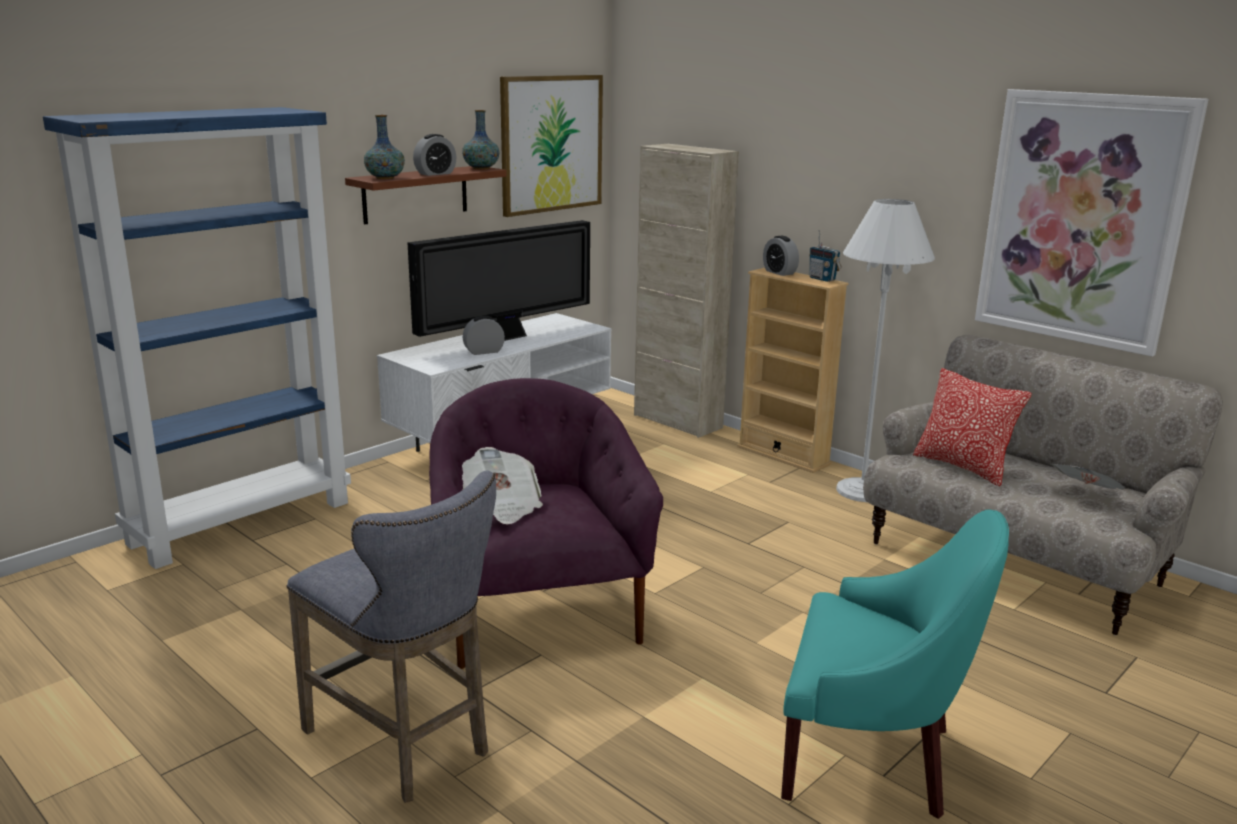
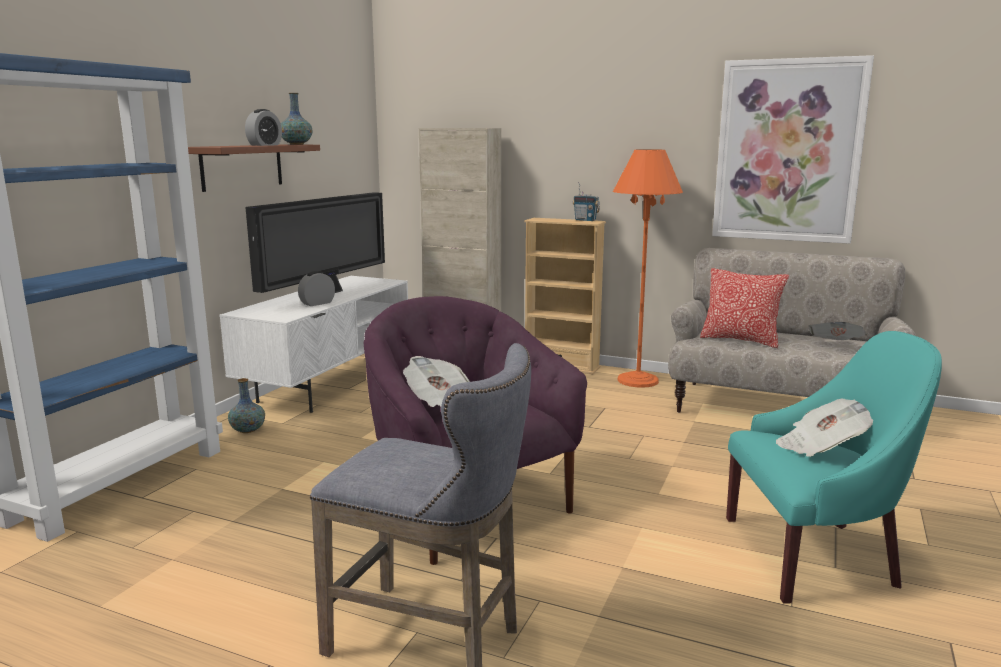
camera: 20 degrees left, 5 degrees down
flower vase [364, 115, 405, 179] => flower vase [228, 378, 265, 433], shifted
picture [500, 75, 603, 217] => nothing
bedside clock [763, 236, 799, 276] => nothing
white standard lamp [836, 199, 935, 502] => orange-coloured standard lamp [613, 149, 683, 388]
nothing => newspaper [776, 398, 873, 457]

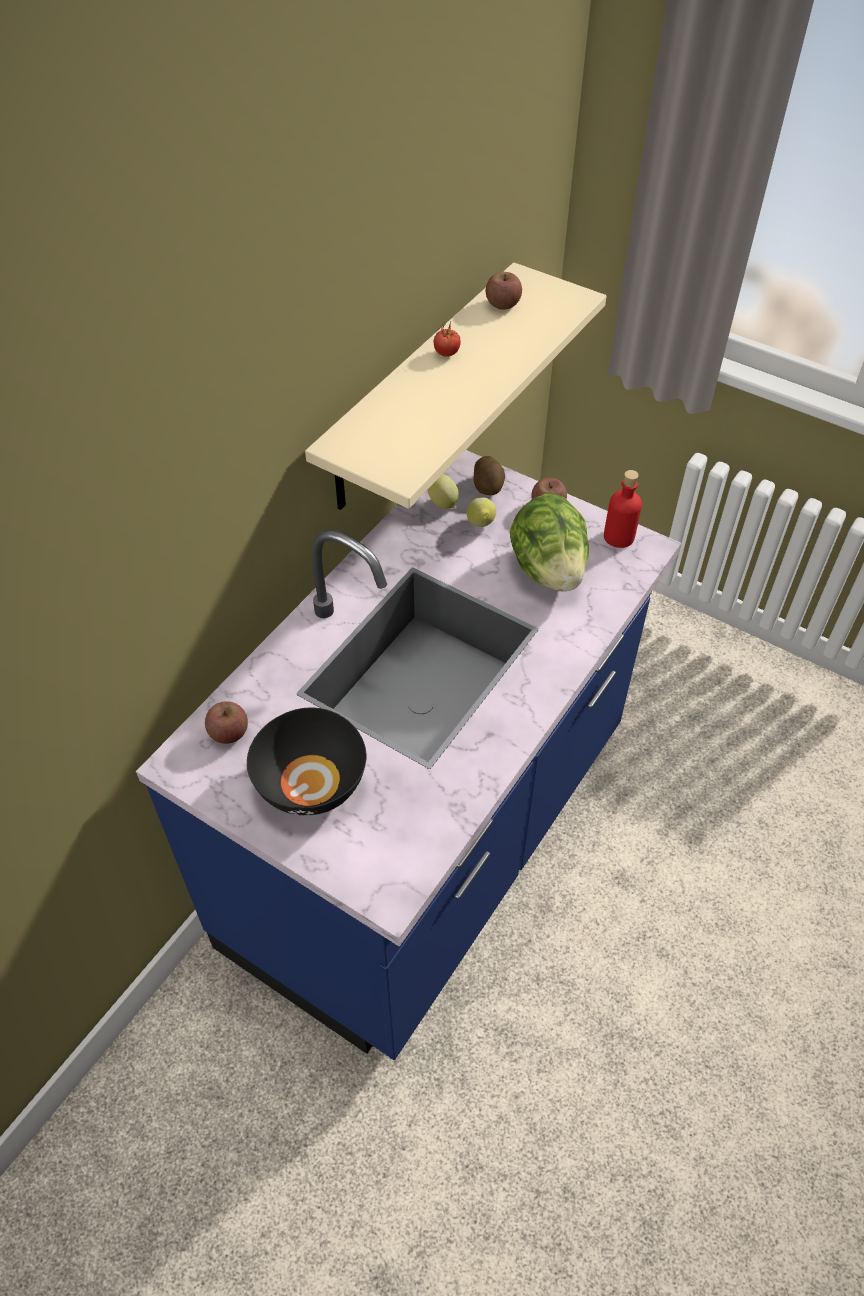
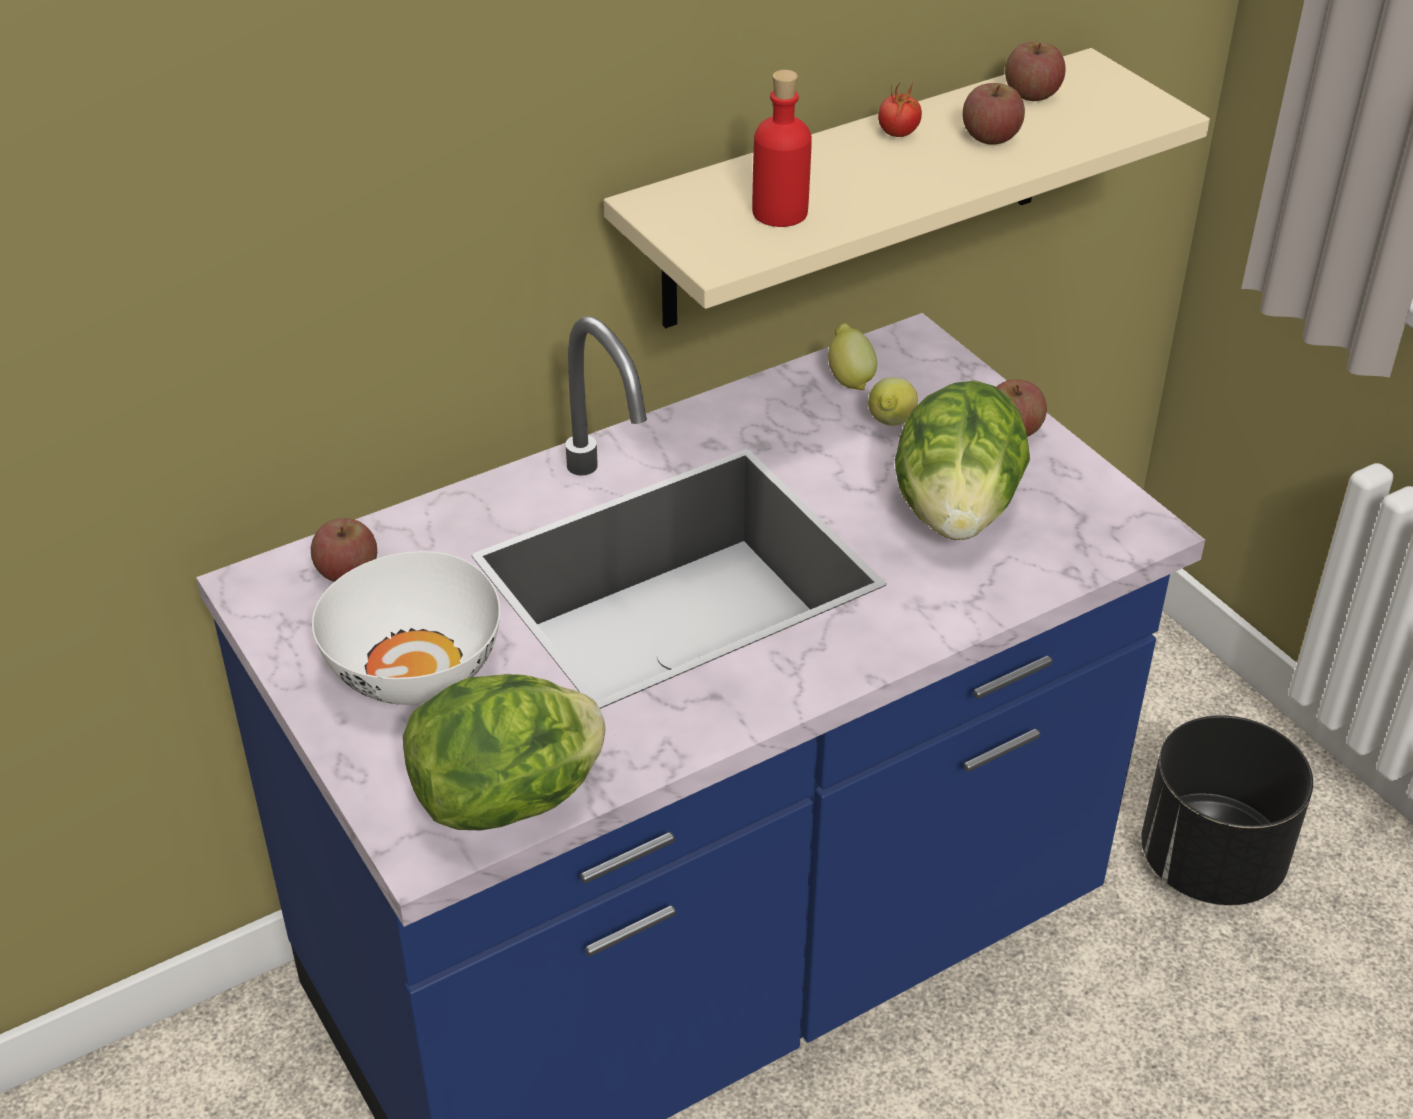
camera: 25 degrees right, 10 degrees down
black deep dish [247, 708, 367, 815] => white deep dish [312, 551, 500, 705]
spud [474, 456, 505, 495] => nothing
red beverage bottle [604, 470, 642, 548] => red beverage bottle [752, 70, 812, 227], shifted
nothing => lettuce head [403, 674, 606, 830]
nothing => whole apple [962, 83, 1025, 145]
nothing => black plant pot [1141, 715, 1313, 905]

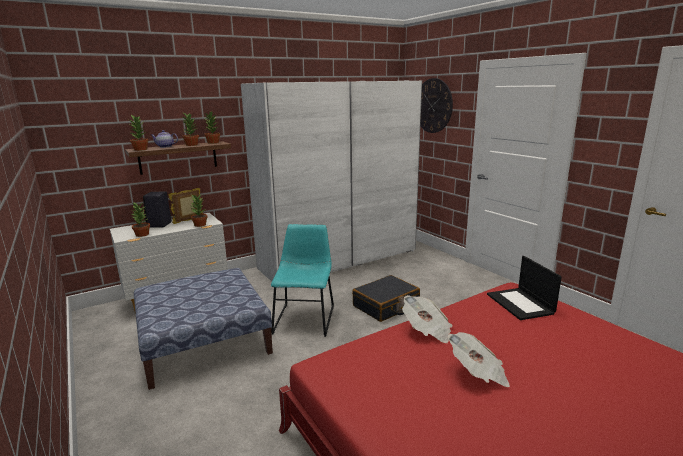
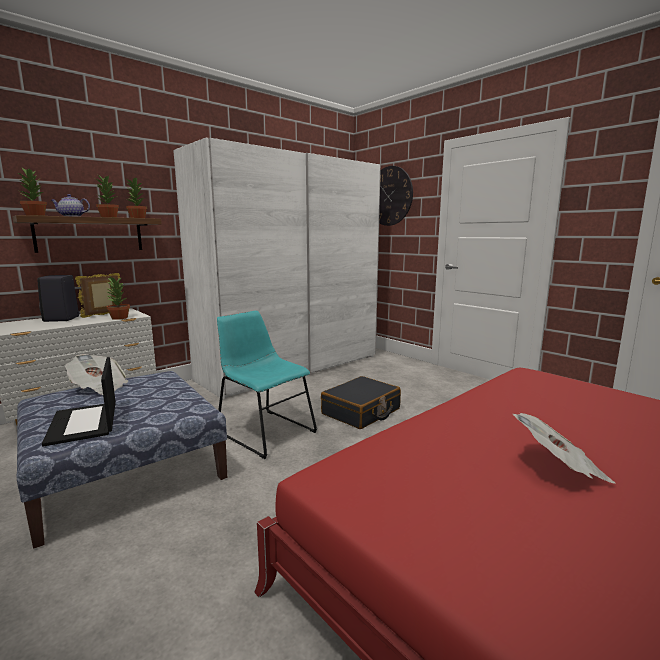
camera: 10 degrees left, 5 degrees down
potted plant [132, 203, 150, 237] => nothing
blue-green chair [271, 224, 334, 337] => blue-green chair [217, 311, 317, 459], 45 degrees counterclockwise
newspaper [402, 295, 452, 343] => newspaper [65, 354, 128, 395], shifted
laptop [487, 256, 562, 320] => laptop [42, 357, 116, 447], shifted

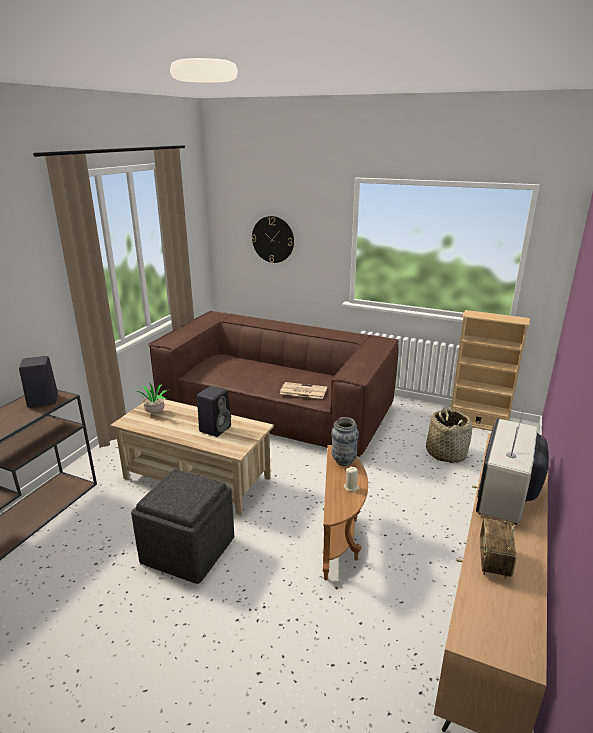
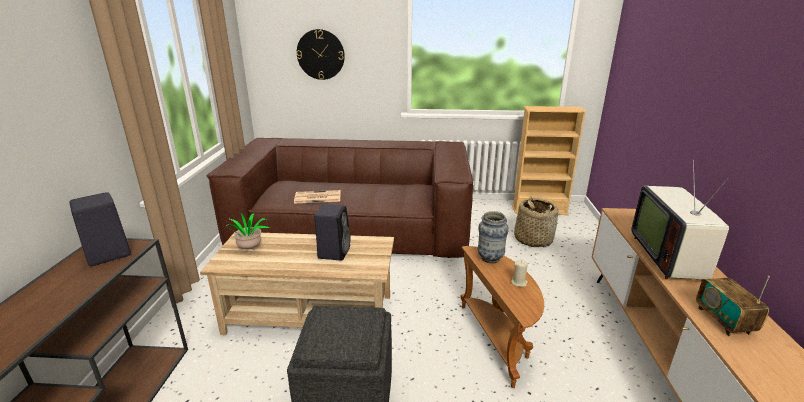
camera: 20 degrees left, 0 degrees up
newspaper [280, 382, 327, 399] => newspaper [294, 190, 341, 204], shifted

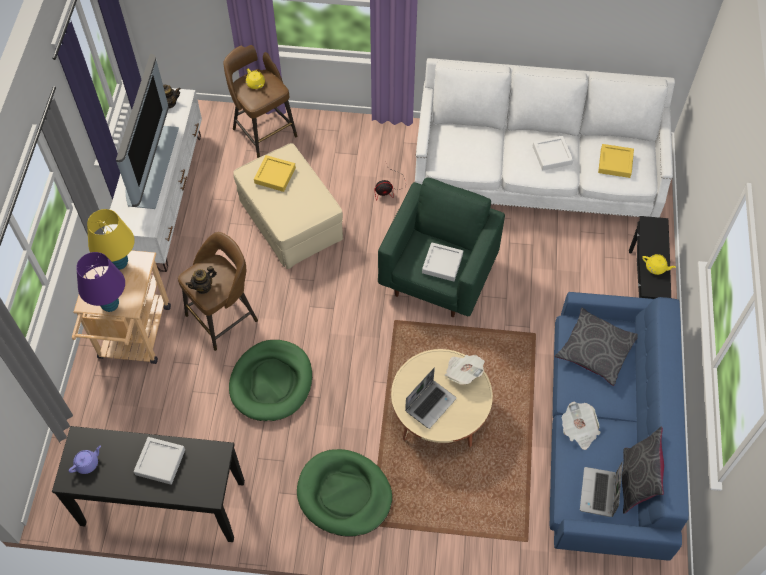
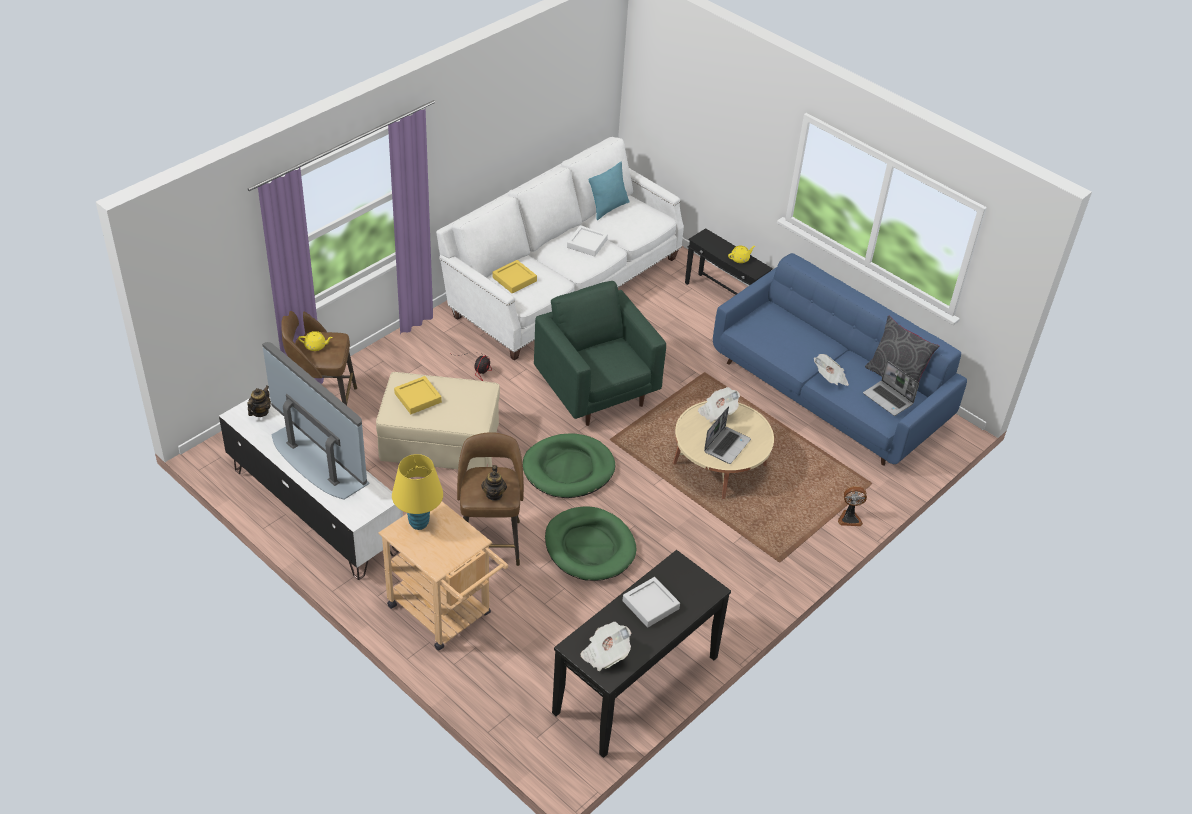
camera: 55 degrees left, 15 degrees down
purple teapot [68, 445, 101, 474] => newspaper [581, 622, 631, 671]
purple lamp for a table [76, 252, 125, 312] => nothing
green dog cushion [297, 449, 392, 537] => green dog cushion [523, 433, 615, 498], shifted
laptop [405, 368, 456, 429] => laptop [704, 406, 751, 464], 45 degrees clockwise
gray serving tray [422, 242, 463, 282] => nothing
gray cushion [555, 308, 638, 386] => nothing
yellow-coloured serving tray [598, 144, 634, 178] => yellow-coloured serving tray [492, 260, 537, 293], shifted
nothing => blue-green cushion [589, 162, 630, 220]
nothing => fan [838, 486, 867, 526]

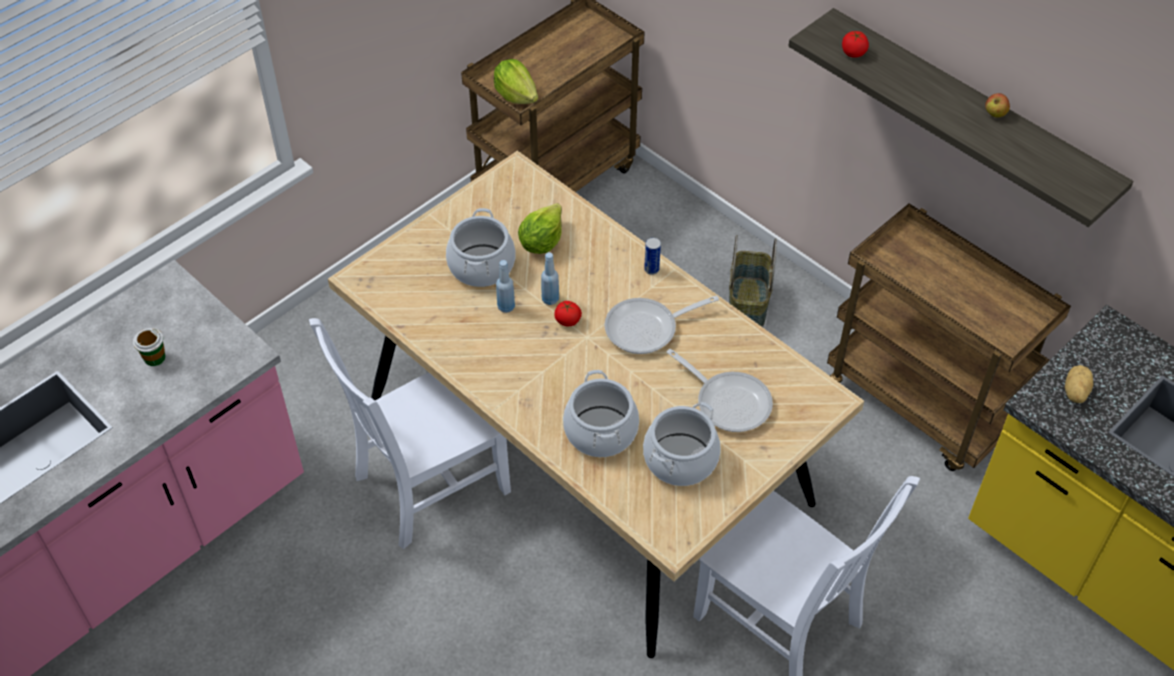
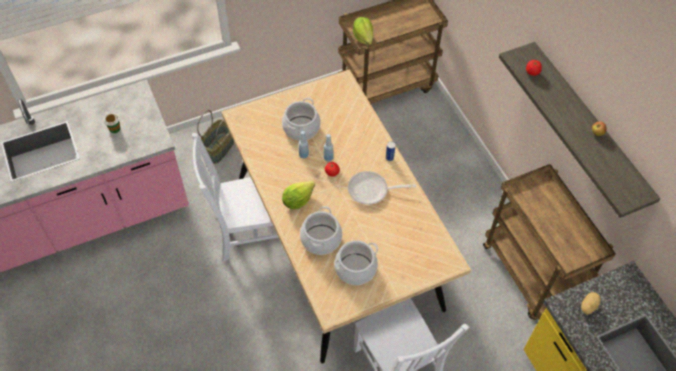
camera: 20 degrees right, 5 degrees up
lettuce head [518, 203, 562, 254] => lettuce head [282, 181, 315, 209], shifted
skillet [666, 349, 773, 432] => nothing
storage basket [729, 235, 777, 327] => storage basket [197, 110, 234, 164], shifted

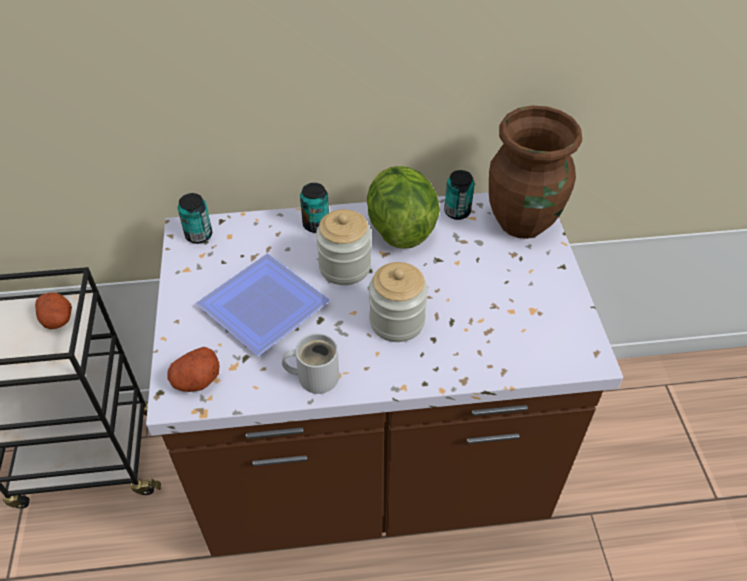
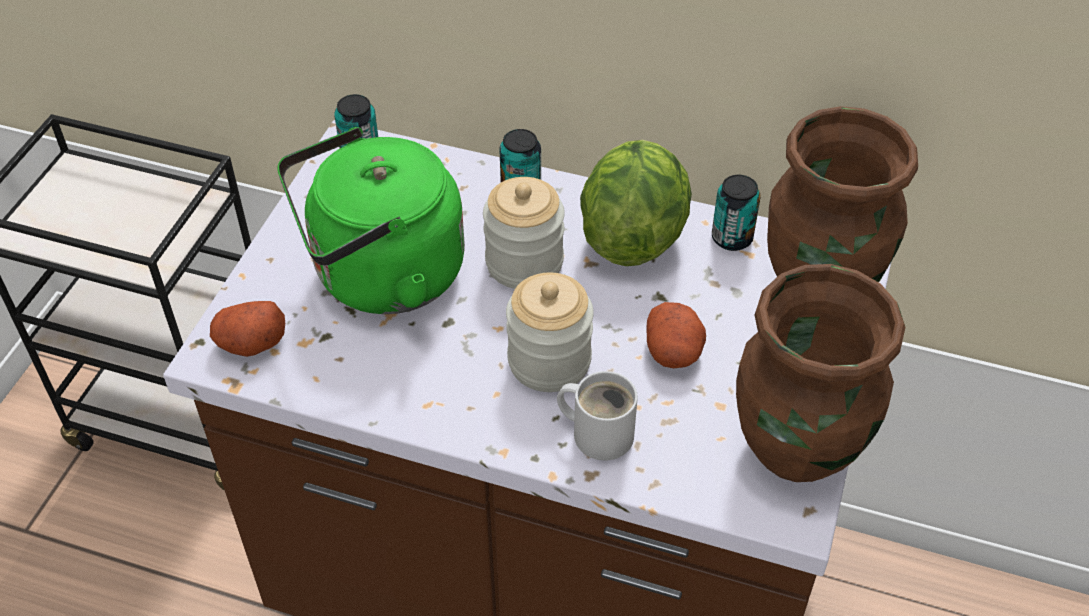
camera: 25 degrees right, 0 degrees up
spud [35, 292, 72, 329] => spud [646, 302, 706, 368], shifted
flat dish [196, 254, 330, 356] => green tea kettle [277, 127, 465, 314]
white tea mug [282, 333, 339, 394] => white tea mug [557, 371, 638, 461], shifted
nothing => brown flower vase [736, 264, 905, 482]

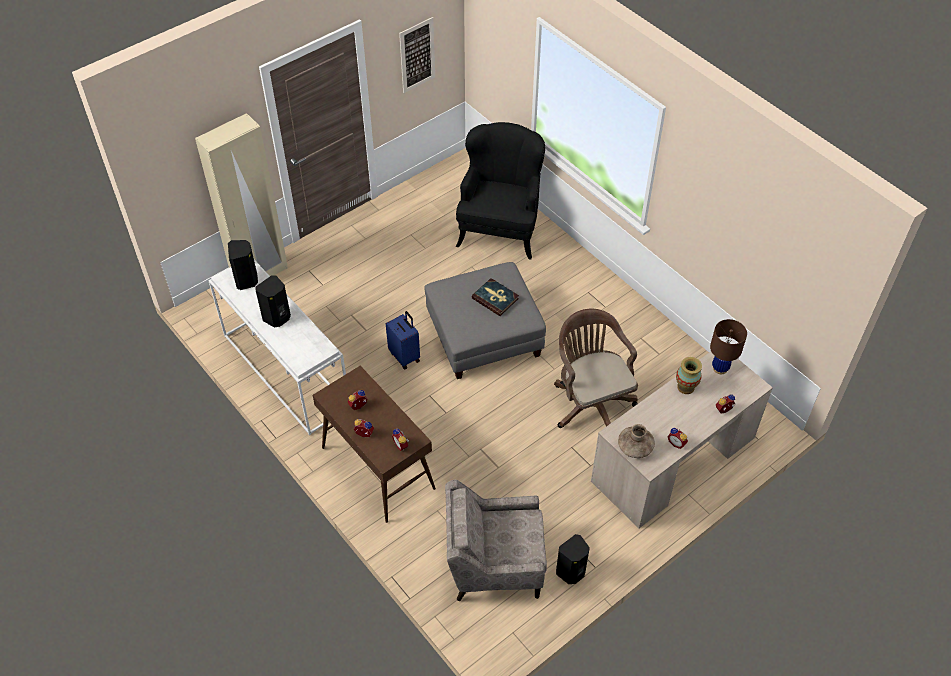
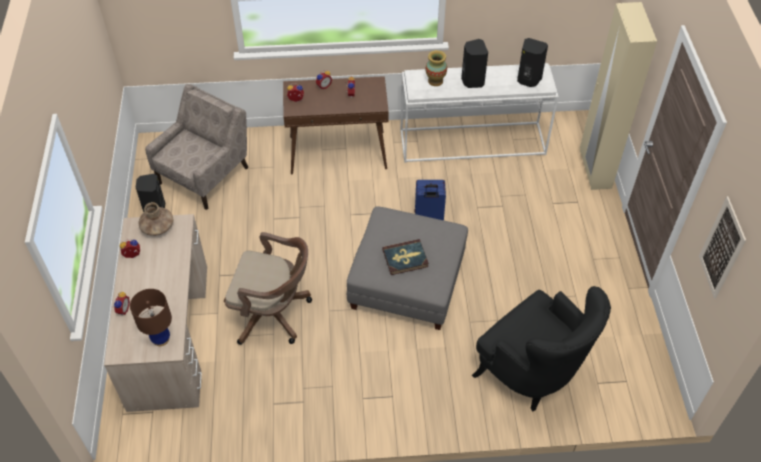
camera: 125 degrees right, 0 degrees up
flower vase [676, 357, 702, 394] => flower vase [426, 50, 447, 86], shifted

